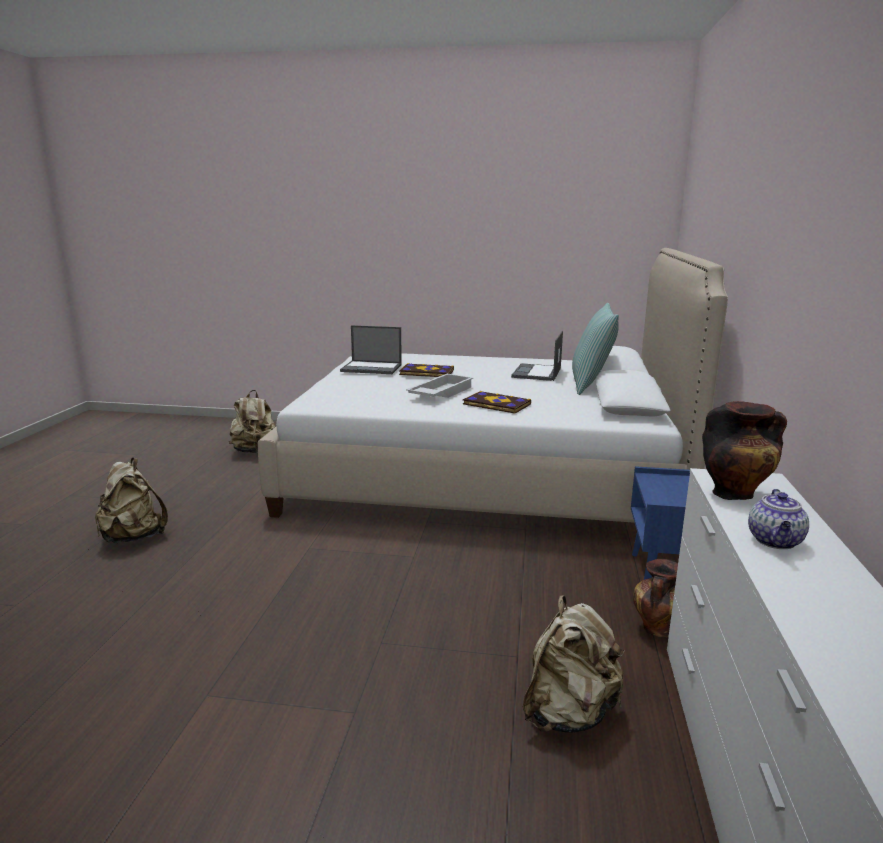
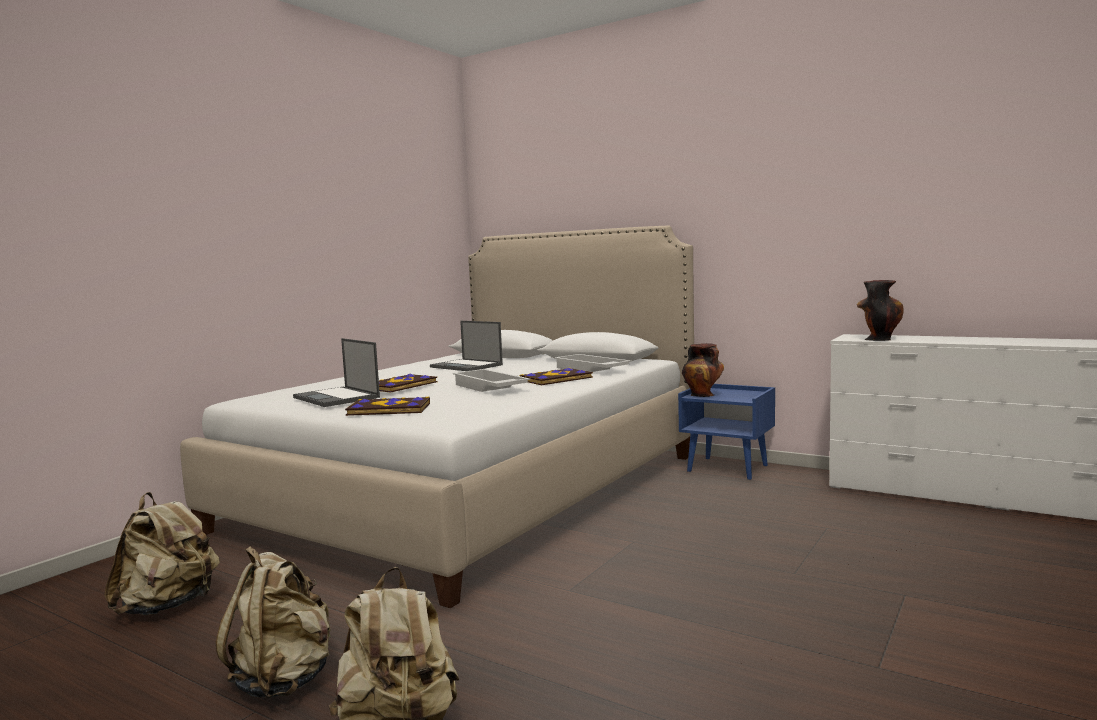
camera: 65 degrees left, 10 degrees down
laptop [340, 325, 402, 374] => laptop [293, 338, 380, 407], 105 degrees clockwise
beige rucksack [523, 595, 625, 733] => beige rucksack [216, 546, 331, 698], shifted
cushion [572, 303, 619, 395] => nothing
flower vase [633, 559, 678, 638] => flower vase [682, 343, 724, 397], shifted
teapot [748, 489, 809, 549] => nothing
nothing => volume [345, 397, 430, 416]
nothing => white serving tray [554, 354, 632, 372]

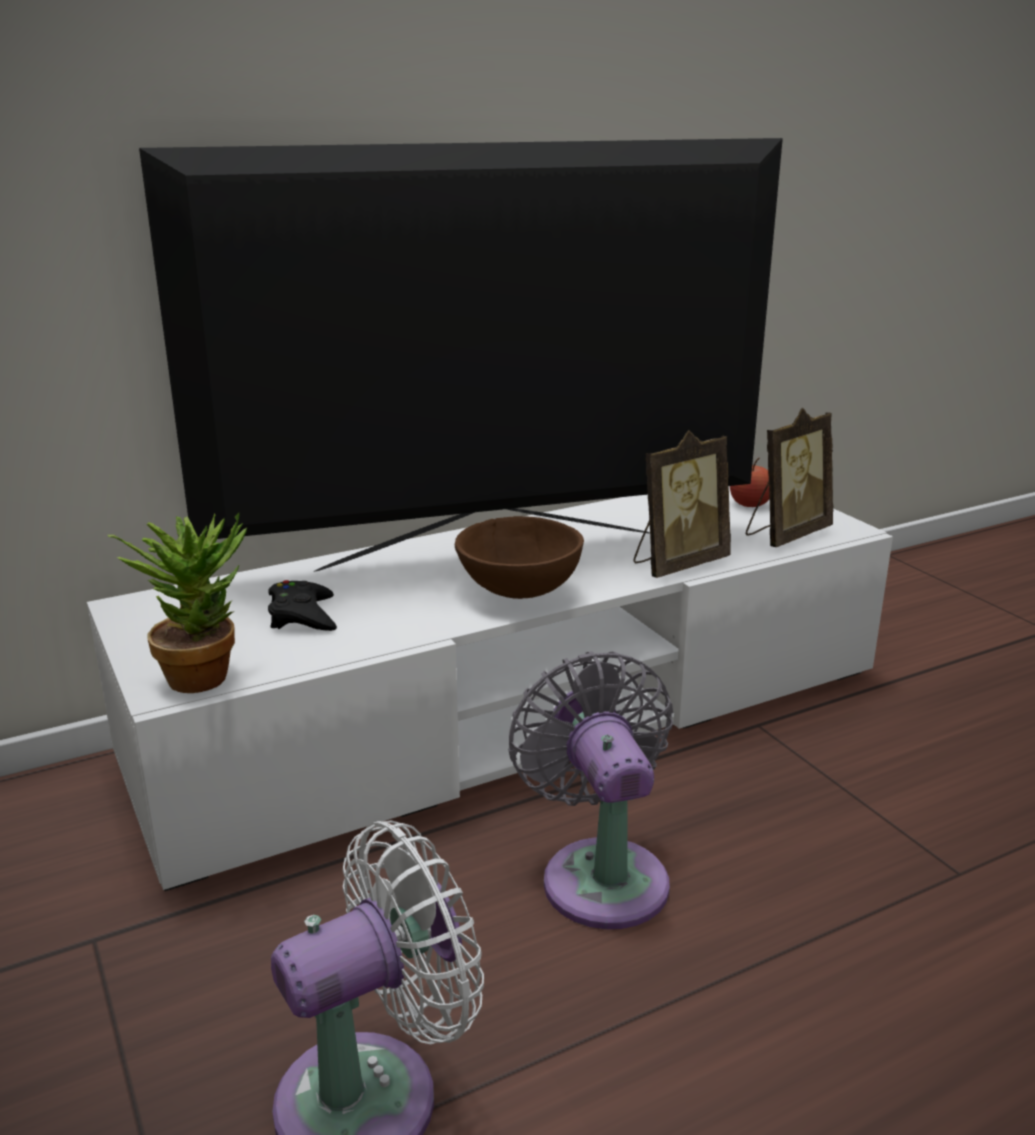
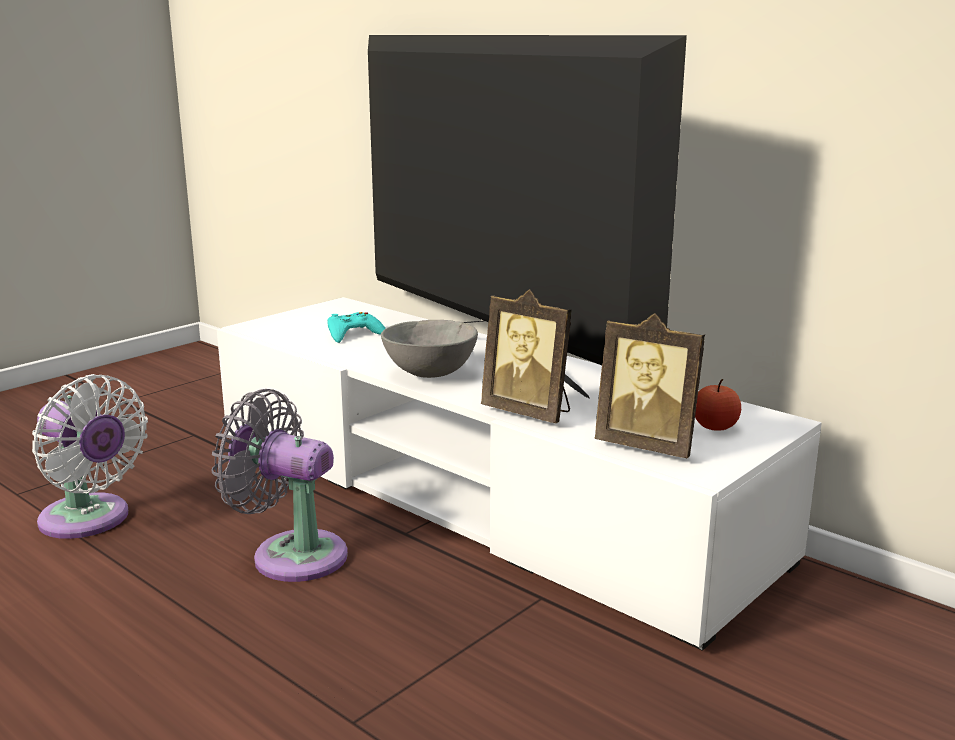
camera: 70 degrees right, 5 degrees down
potted plant [108, 513, 247, 693] => nothing
black game controller [268, 580, 337, 631] => blue-green game controller [327, 312, 386, 343]
brown deep dish [455, 516, 584, 599] => gray deep dish [381, 320, 478, 378]
gray fan [508, 651, 673, 929] => gray fan [212, 389, 348, 582], 120 degrees counterclockwise

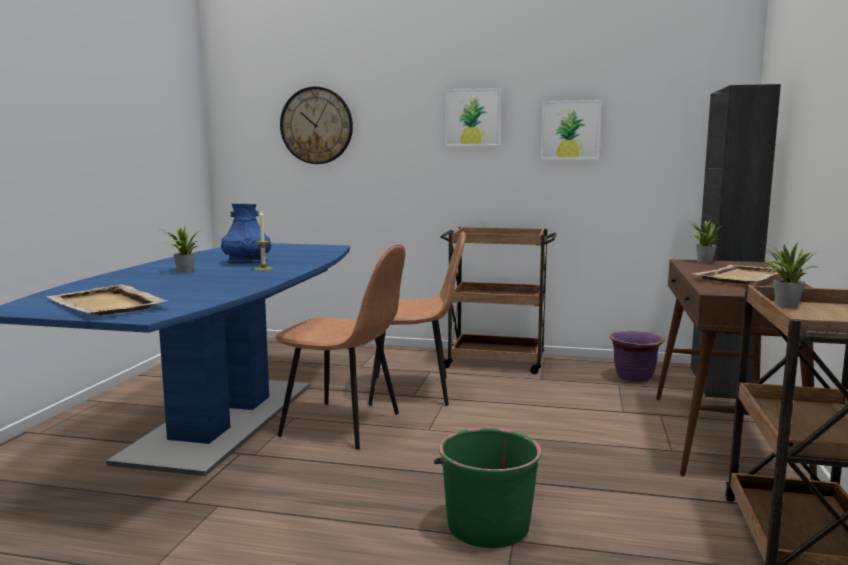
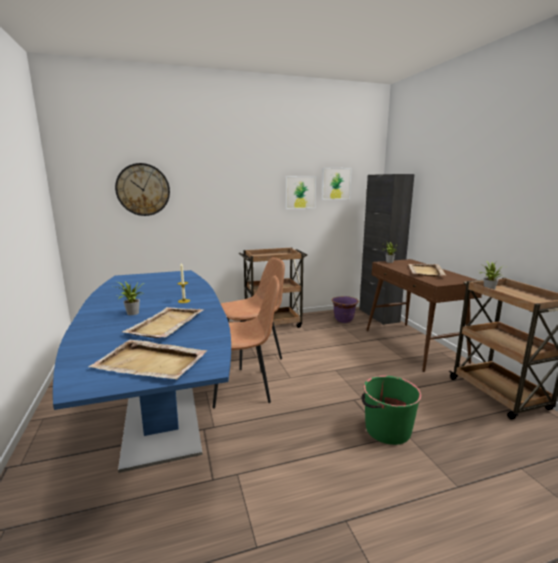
camera: 30 degrees left, 5 degrees up
blue flower vase [221, 204, 271, 263] => nothing
picture [445, 88, 502, 146] => picture [322, 168, 352, 200], shifted
nothing => beige serving tray [122, 307, 204, 338]

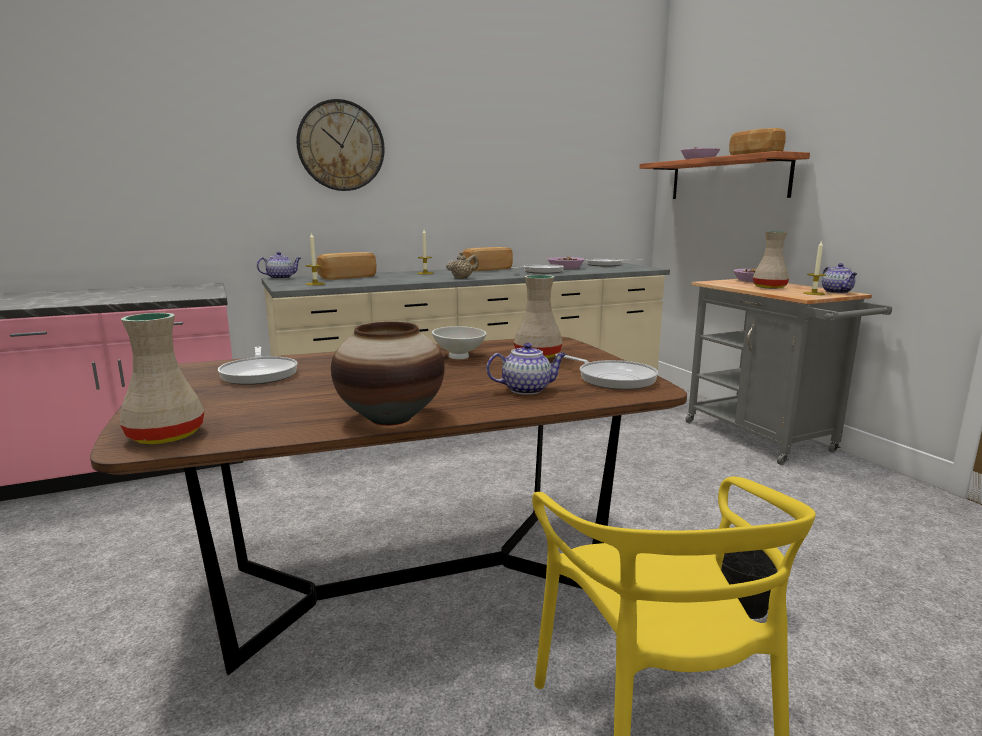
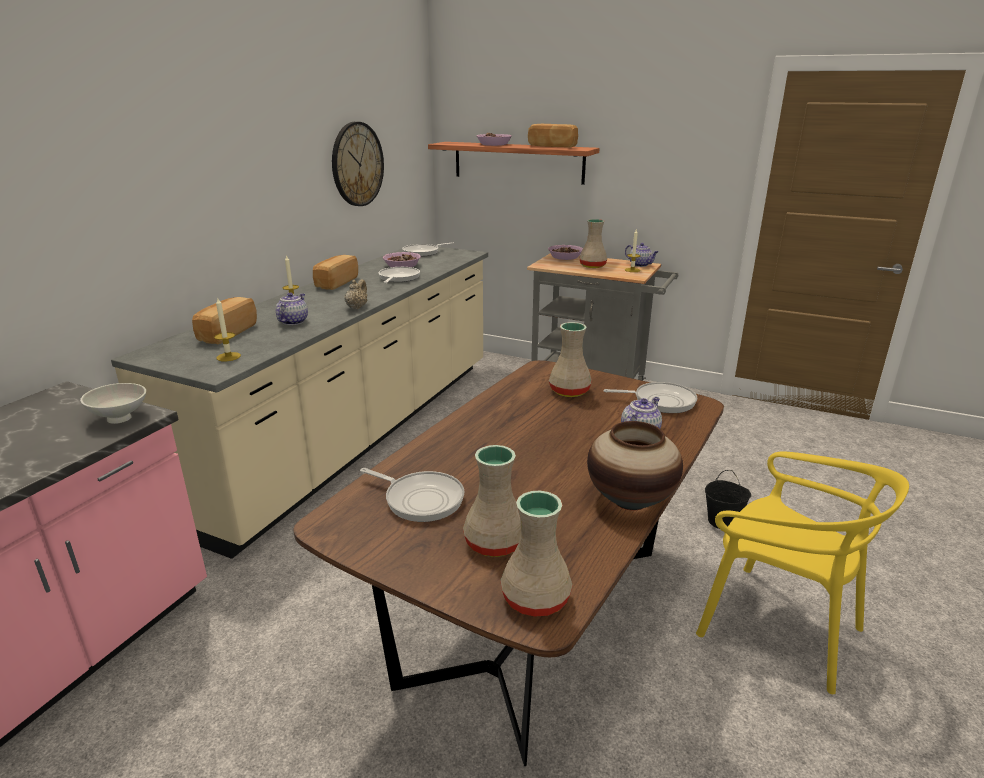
camera: 40 degrees left, 10 degrees up
teapot [257, 252, 301, 279] => teapot [276, 293, 308, 325], shifted
wall clock [296, 99, 385, 191] => wall clock [332, 122, 384, 206], shifted
white deep dish [432, 326, 487, 359] => white deep dish [80, 383, 146, 424], shifted
nothing => beige flower vase [463, 445, 521, 557]

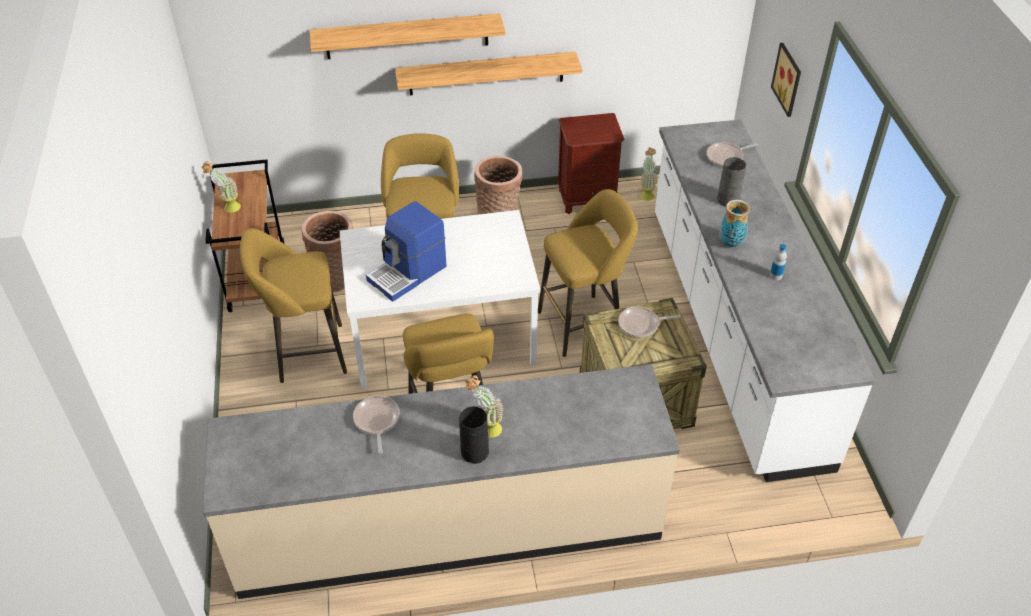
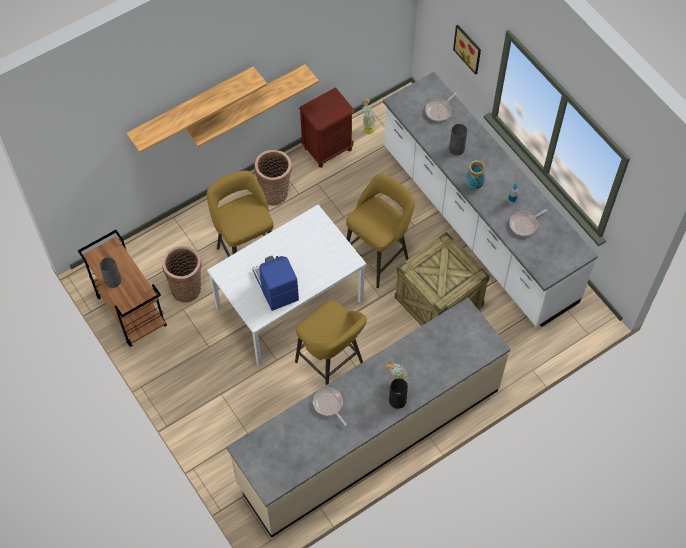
camera: 25 degrees left, 15 degrees up
potted plant [201, 161, 241, 213] => gray flower vase [100, 258, 121, 288]
yellow-coloured stool [240, 228, 347, 383] => nothing
coffee machine [366, 201, 447, 302] => coffee machine [252, 256, 299, 311], 135 degrees clockwise
skillet [618, 306, 680, 337] => skillet [509, 209, 548, 236], shifted

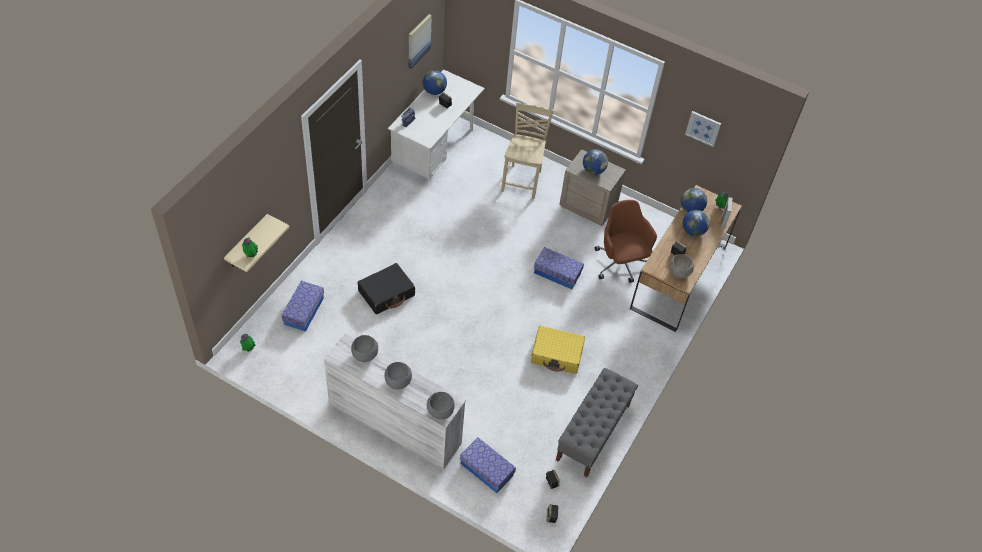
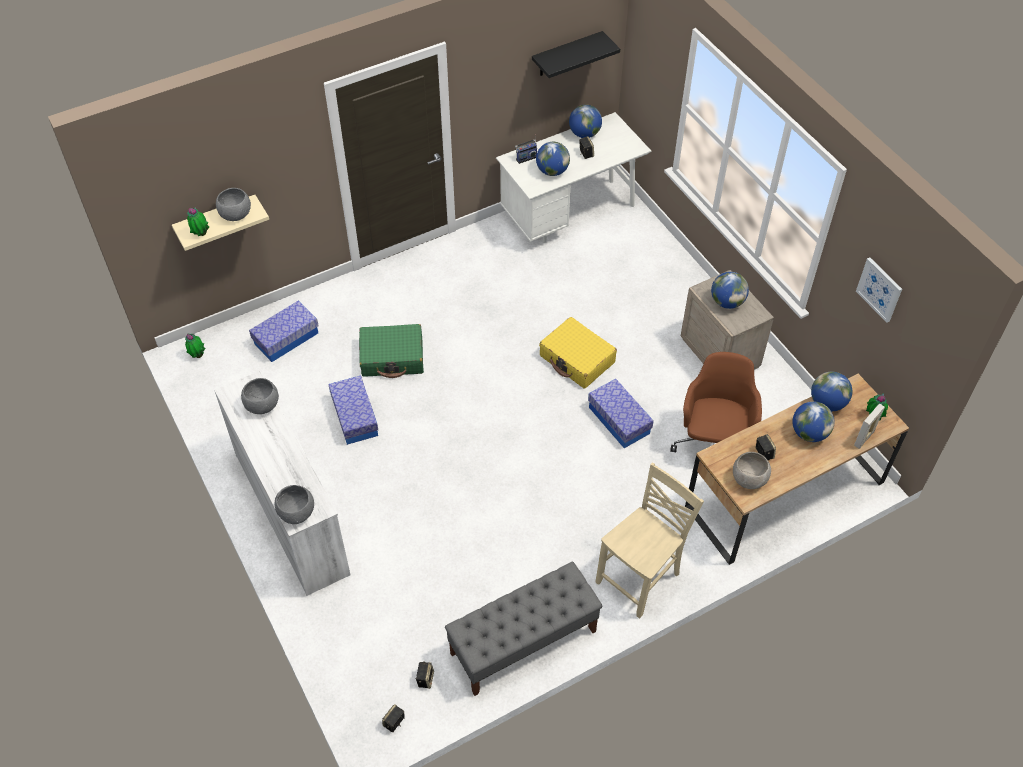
camera: 35 degrees right, 0 degrees up
black travel case [357, 263, 415, 314] => green travel case [359, 324, 424, 378]
gray deep dish [384, 362, 412, 390] => gray deep dish [216, 188, 251, 221], shifted
picture [409, 14, 432, 68] => black bracket shelf [532, 31, 620, 78]
storage container [460, 438, 516, 493] => storage container [328, 375, 378, 445], shifted
beige chair [501, 102, 554, 199] => beige chair [596, 463, 704, 619], shifted
yellow-coloured travel case [531, 326, 585, 374] => yellow-coloured travel case [539, 317, 617, 389], shifted
nothing => globe [536, 142, 570, 176]

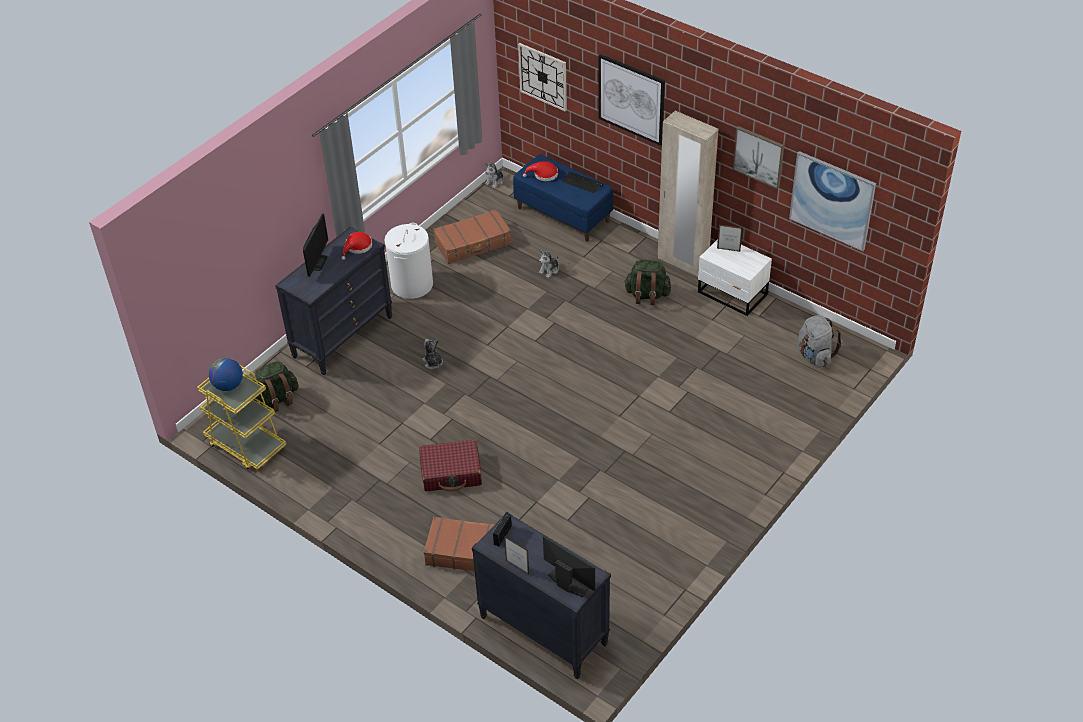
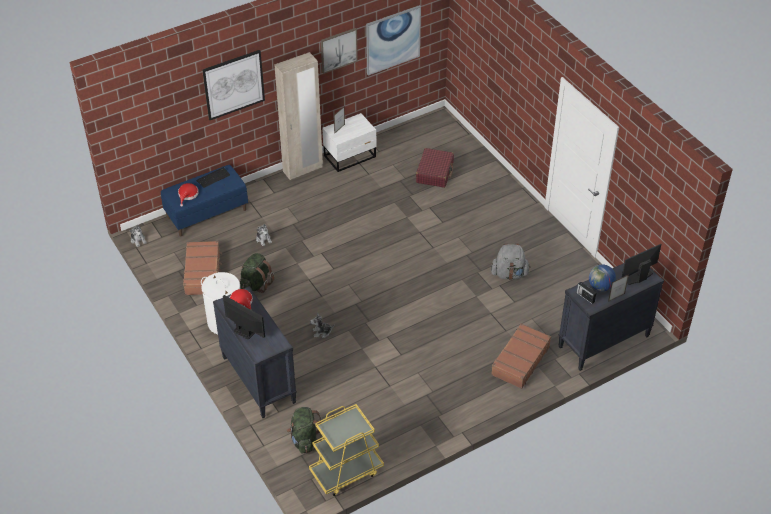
camera: 70 degrees left, 0 degrees up
globe [209, 358, 243, 391] => globe [589, 264, 616, 291], shifted
red travel case [419, 439, 482, 491] => red travel case [416, 148, 454, 188], shifted
wall clock [518, 43, 567, 111] => nothing
green rucksack [624, 260, 671, 305] => green rucksack [240, 253, 274, 293], shifted
gray rucksack [798, 315, 842, 368] => gray rucksack [491, 244, 531, 280], shifted

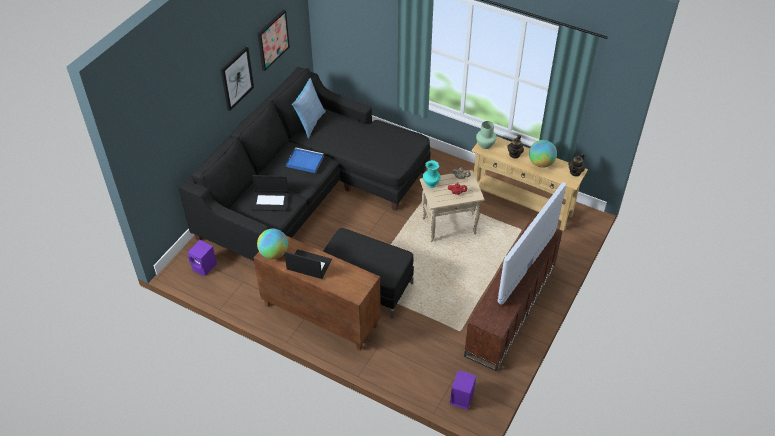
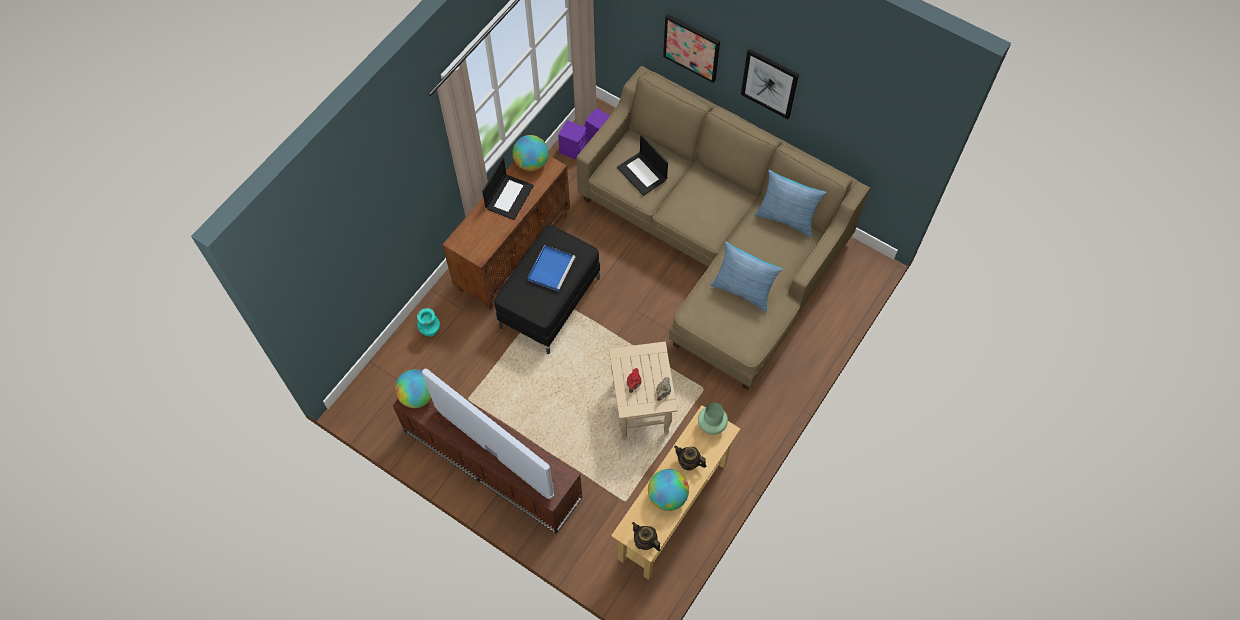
camera: 95 degrees right, 15 degrees up
black settee [178, 67, 431, 261] => beige settee [576, 66, 870, 390]
laptop [252, 175, 289, 211] => laptop [617, 135, 668, 196], 45 degrees counterclockwise
picture [258, 10, 290, 71] => picture [663, 14, 720, 83], shifted
blue serving tray [286, 147, 324, 173] => blue serving tray [528, 245, 575, 292], shifted
blue-green flower vase [423, 160, 441, 188] => blue-green flower vase [417, 308, 440, 337], shifted
purple speaker [450, 371, 476, 410] => purple speaker [558, 120, 588, 160], shifted
nothing => globe [395, 369, 432, 408]
nothing => cushion [711, 241, 783, 312]

